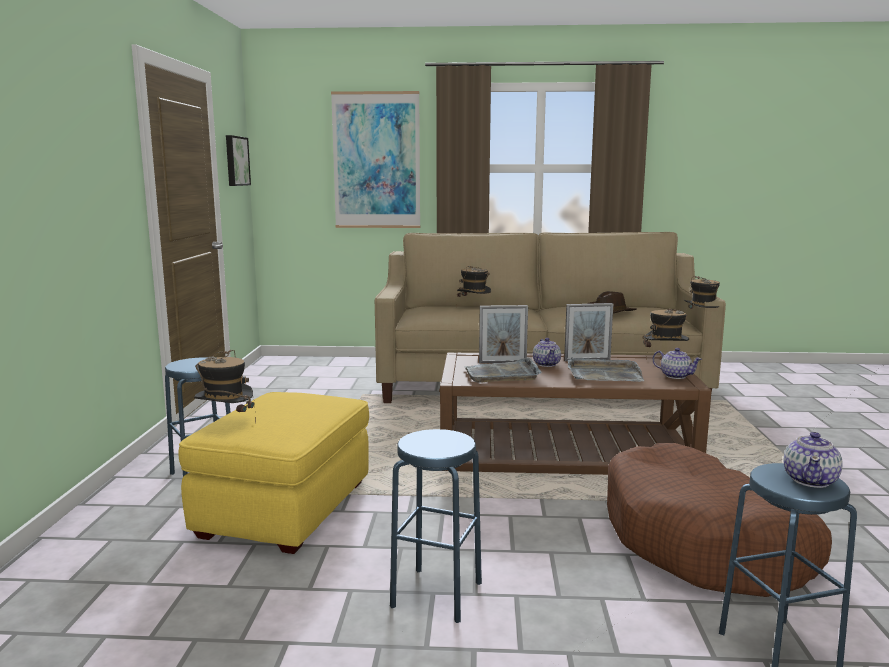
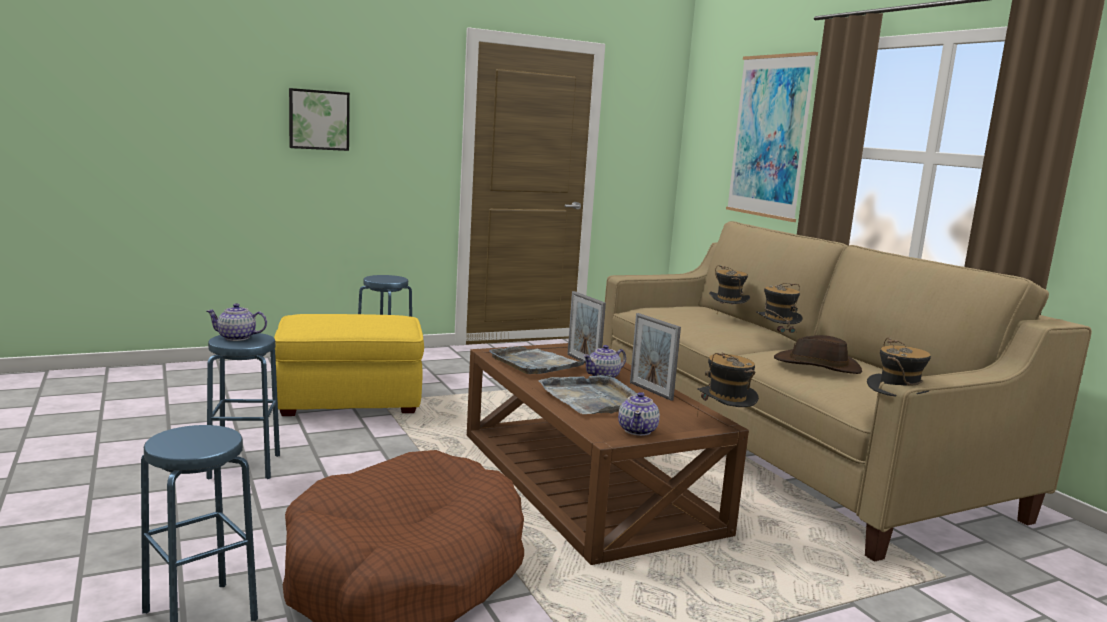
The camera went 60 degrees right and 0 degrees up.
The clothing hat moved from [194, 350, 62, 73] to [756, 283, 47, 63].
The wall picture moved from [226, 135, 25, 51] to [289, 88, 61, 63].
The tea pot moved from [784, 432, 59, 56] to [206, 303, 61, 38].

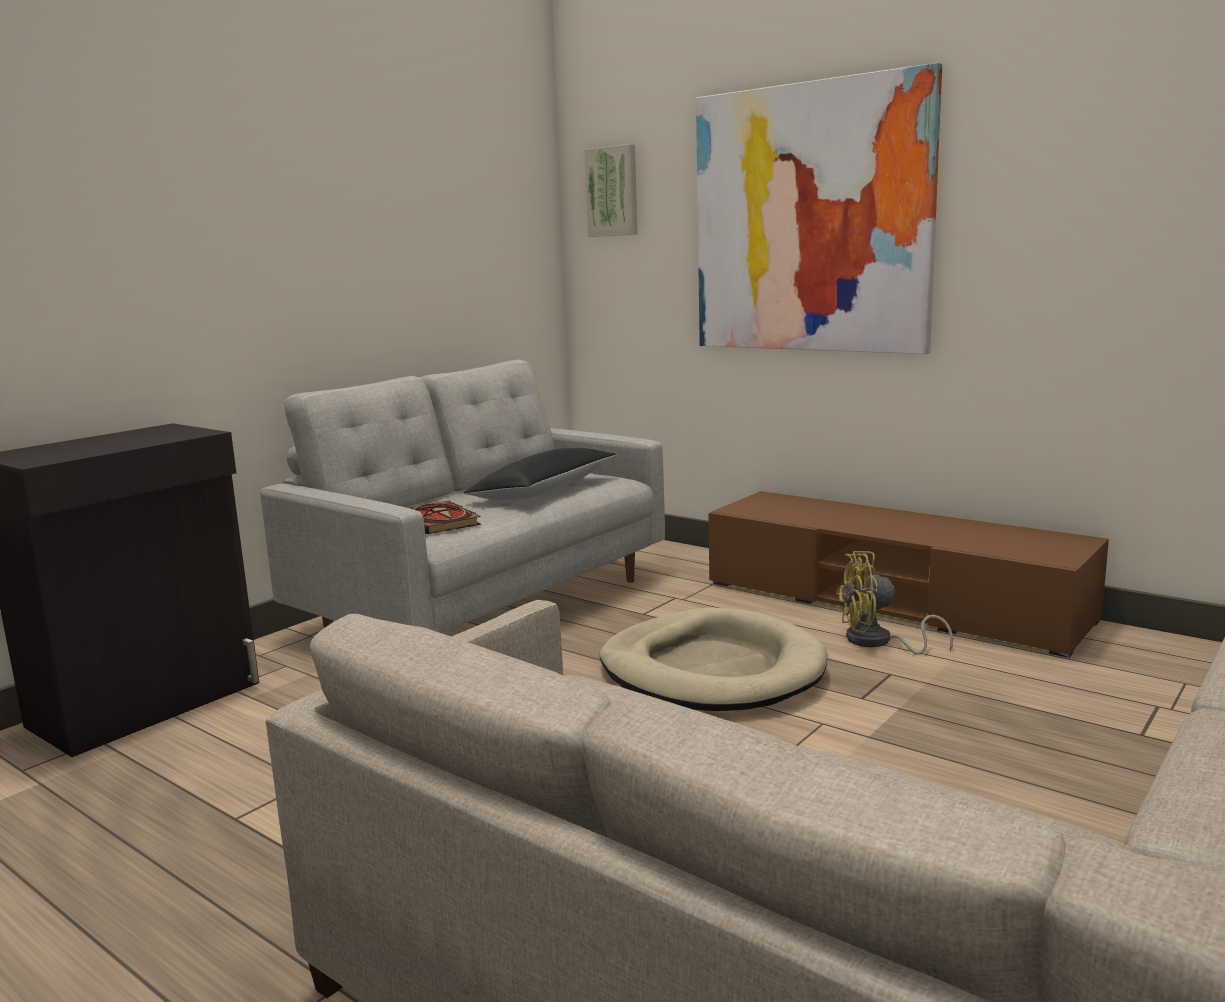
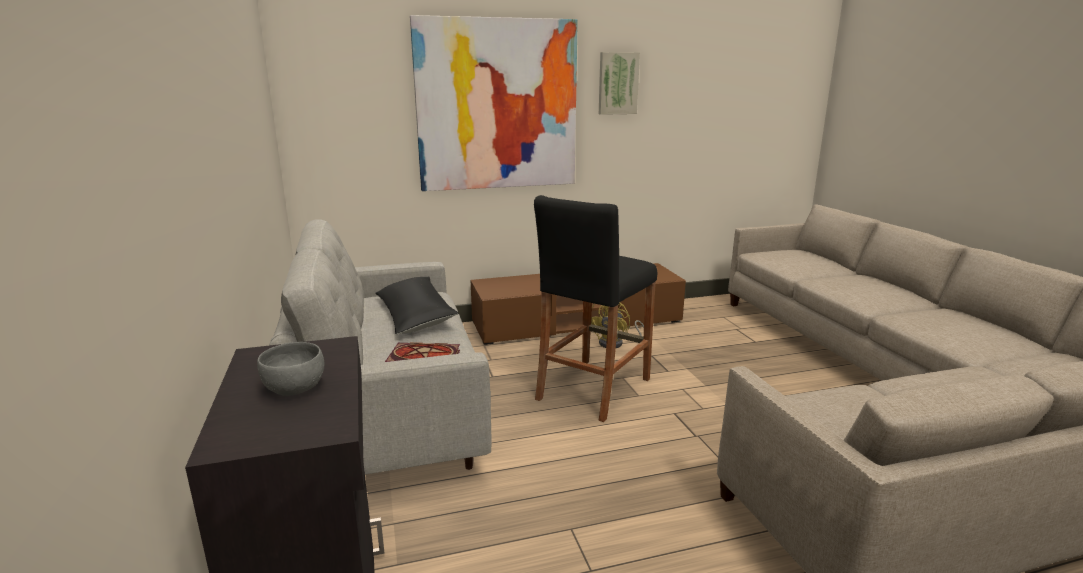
The camera went 55 degrees left and 5 degrees up.
The serving bowl in grey at [257, 342, 67, 54] appeared.
The wall picture moved from [584, 144, 54, 93] to [599, 52, 41, 63].
The dog cushion in beige-coloured at [600, 607, 228, 104] was replaced by the sitting stool in black-coloured at [534, 195, 123, 227].

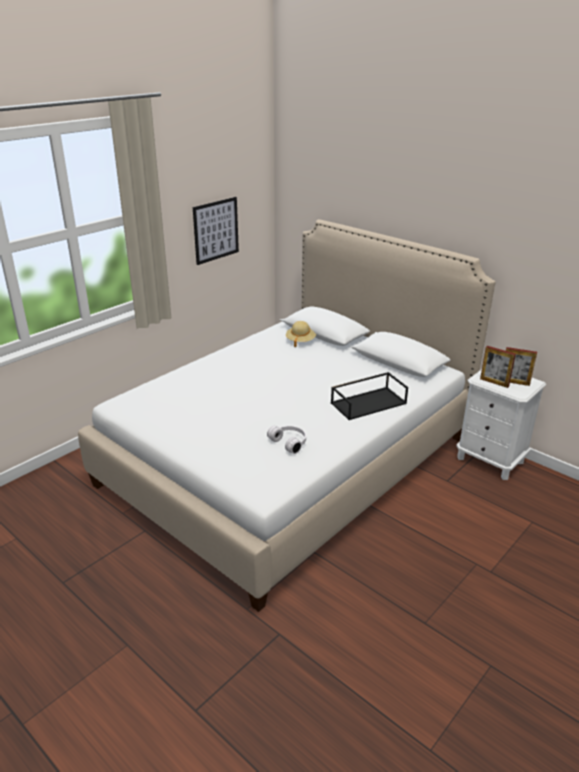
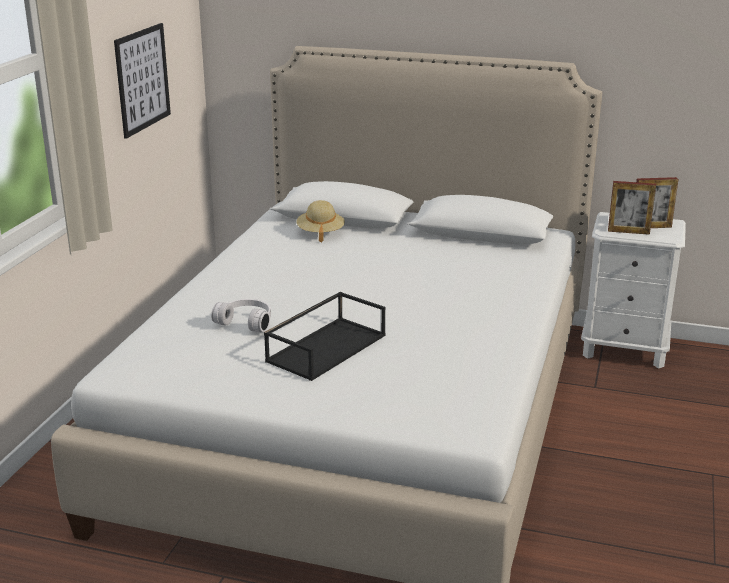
The camera went 25 degrees left and 5 degrees down.
The headset in whitish moved from [267, 426, 39, 28] to [211, 299, 60, 33].
The carrying tray in black-coloured moved from [331, 372, 77, 48] to [264, 292, 121, 89].

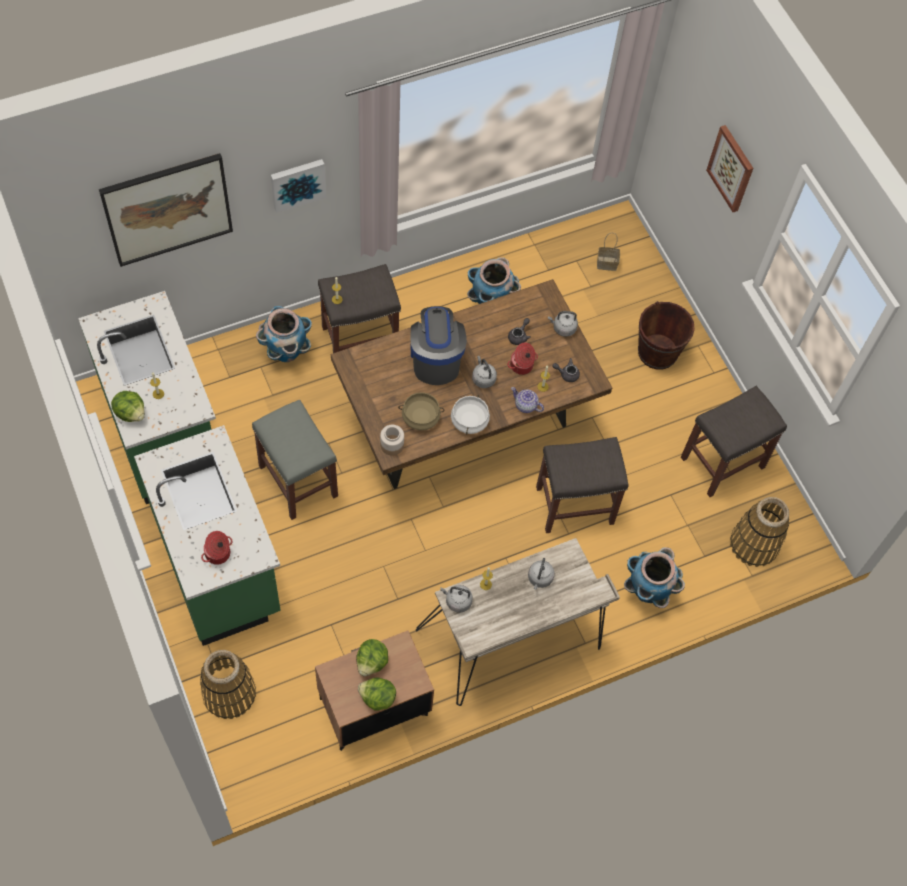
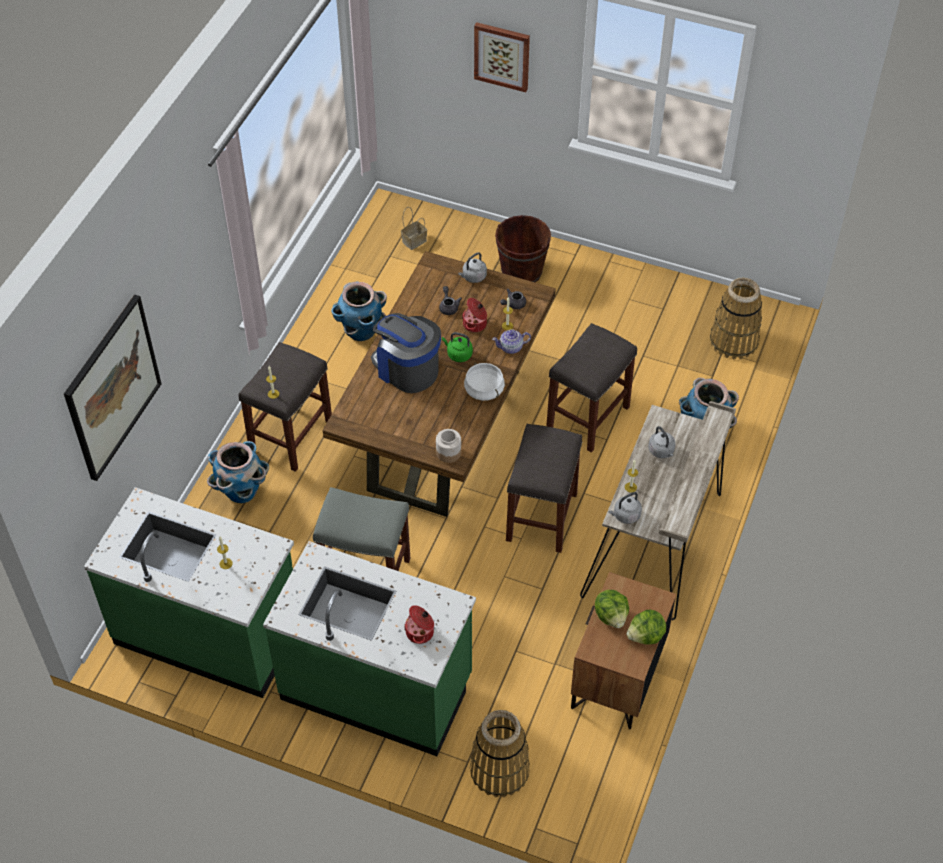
The camera went 40 degrees left and 10 degrees down.
The lettuce at [111, 391, 34, 31] disappeared.
The wall picture at [271, 159, 55, 54] disappeared.
The cooking pot in beige-coloured at [398, 392, 47, 39] disappeared.
The sitting stool in grey moved from [681, 386, 106, 111] to [506, 424, 77, 129].
The water kettle in grey at [472, 356, 25, 32] became the water kettle in green-coloured at [442, 332, 31, 30].

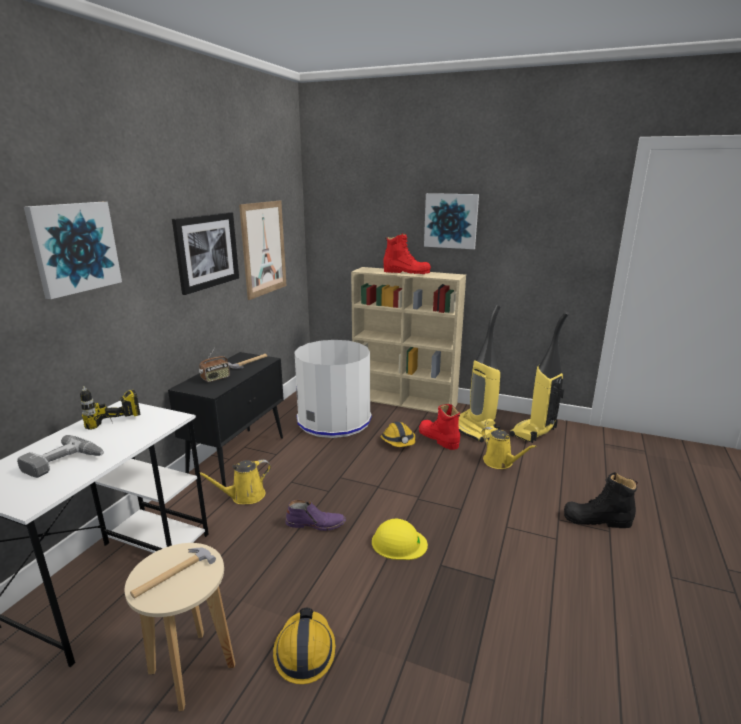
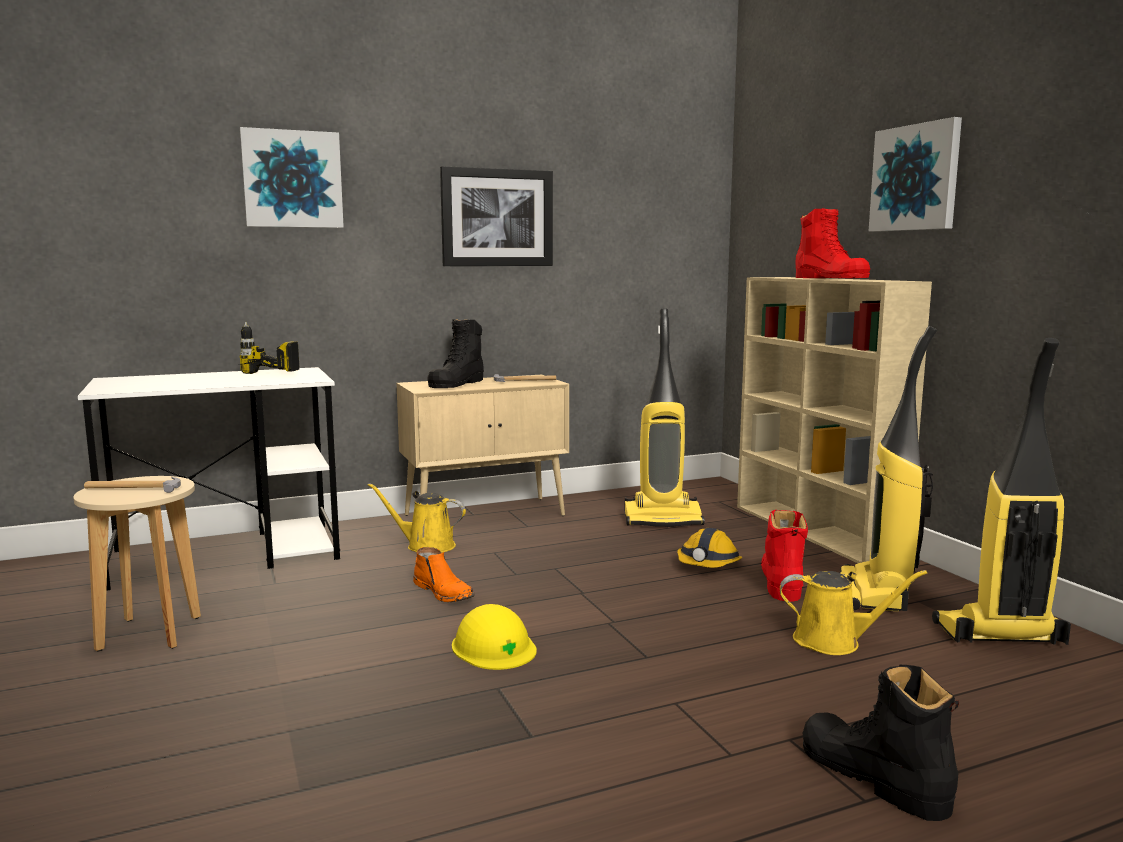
The camera went 45 degrees right and 10 degrees down.
The power drill at [17, 435, 87, 43] disappeared.
The wall picture at [239, 201, 48, 99] disappeared.
The safety helmet at [273, 608, 63, 76] disappeared.
The radio at [199, 348, 31, 34] was replaced by the boot in black-coloured at [427, 319, 57, 69].
The waste bin in whitish at [295, 340, 77, 98] was replaced by the vacuum cleaner at [625, 308, 80, 219].
The storage cabinet in black-coloured at [168, 352, 116, 135] became the storage cabinet in beige-coloured at [396, 375, 173, 141].
The boot in purplish at [285, 500, 61, 31] became the boot in orange-coloured at [413, 547, 62, 55].
The sprinkling can in yellow at [482, 427, 55, 42] turned 90 degrees counterclockwise.

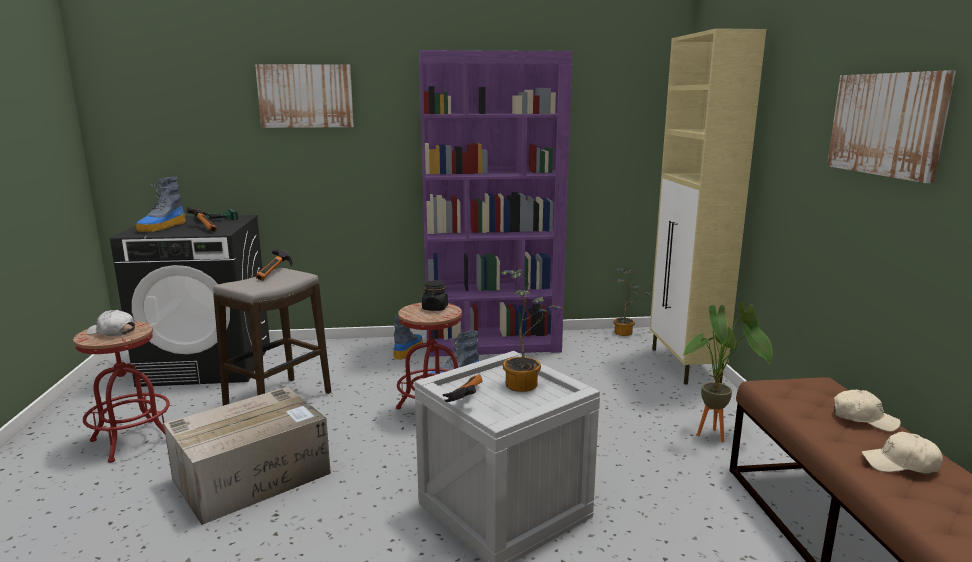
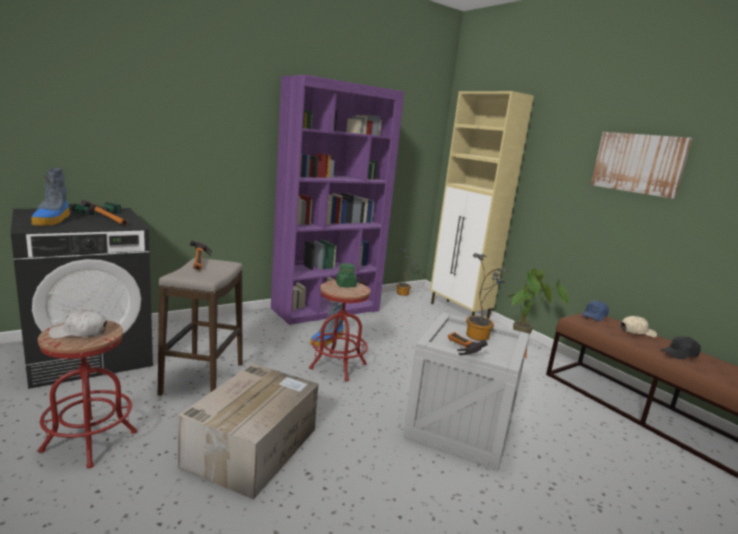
The camera went 30 degrees left and 0 degrees up.
The wall picture at [255, 64, 99, 64] disappeared.
The boot at [393, 314, 30, 46] disappeared.
The peaked cap in blue at [582, 301, 27, 20] appeared.
The storage jar in black-coloured at [422, 280, 26, 31] became the storage jar in green-coloured at [336, 263, 21, 24].
The peaked cap in beige-coloured at [862, 432, 81, 42] became the peaked cap in black-coloured at [661, 336, 40, 23].

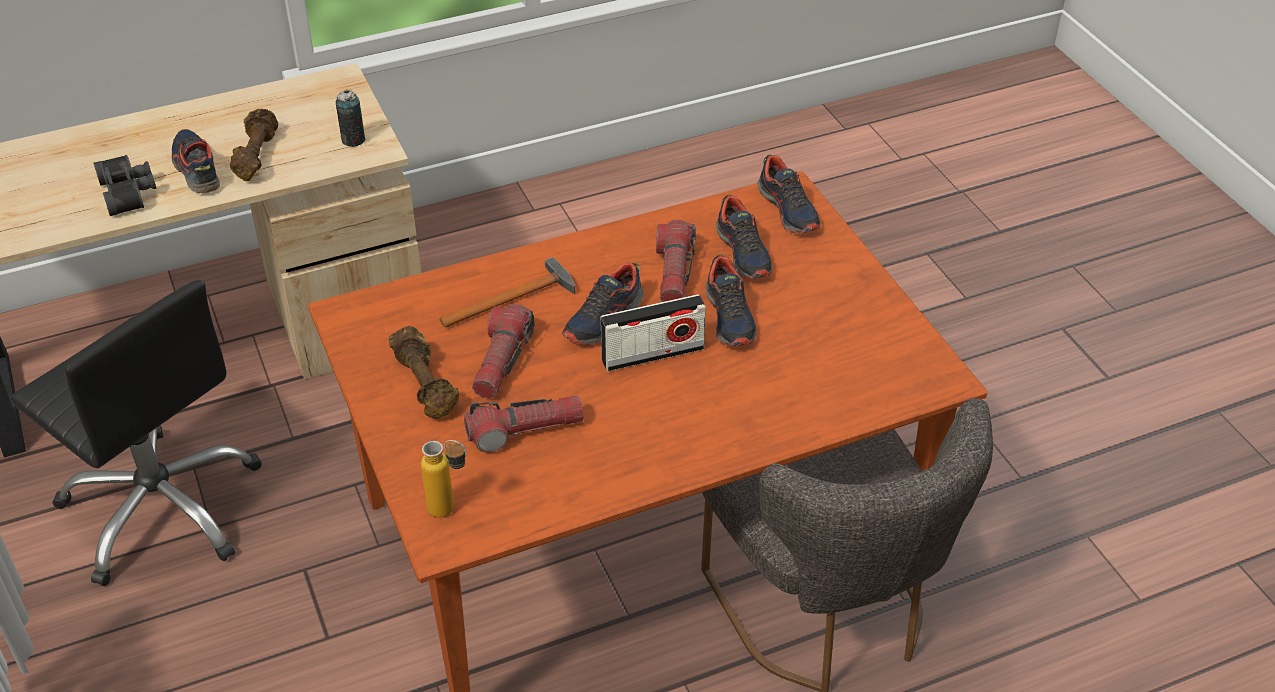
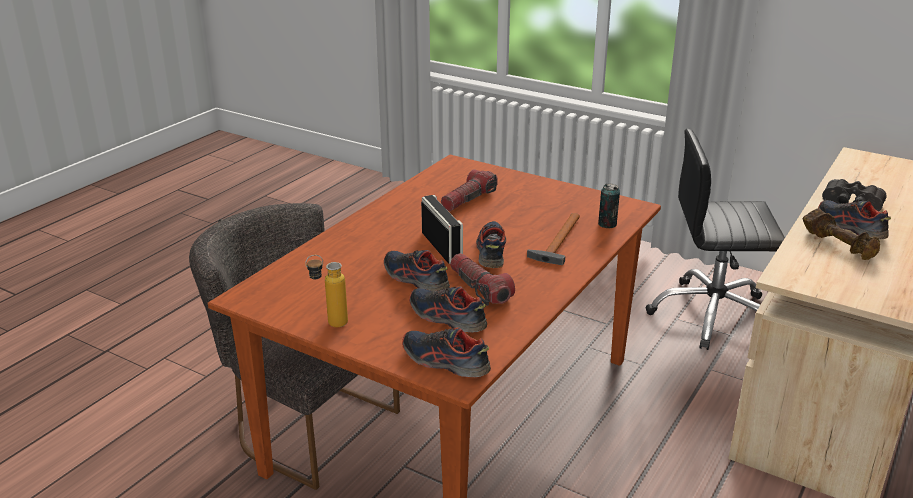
The camera went 145 degrees right and 15 degrees down.
The free weight in brown at [388, 326, 71, 93] disappeared.
The flashlight at [472, 304, 63, 94] disappeared.
The sealed can moved from [336, 90, 29, 57] to [598, 183, 22, 45].
The drink bottle moved from [421, 440, 46, 78] to [305, 255, 43, 73].
The low shoe at [172, 129, 48, 64] turned 150 degrees counterclockwise.
The radio at [601, 294, 105, 77] turned 120 degrees clockwise.

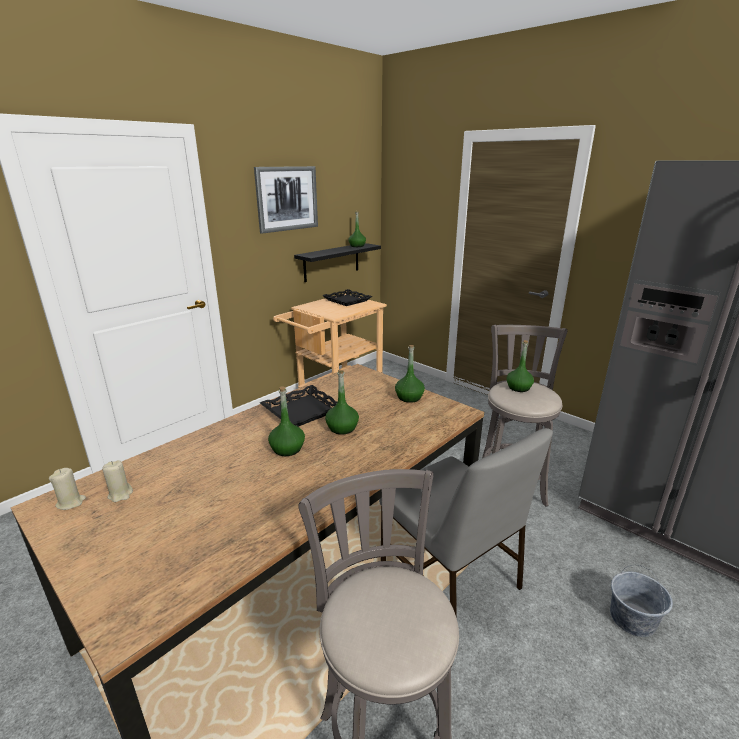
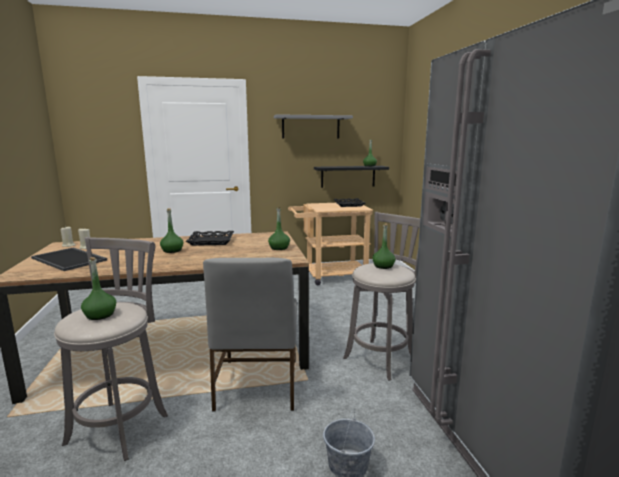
The camera went 35 degrees right and 10 degrees down.
The carrying tray at [31, 248, 76, 23] appeared.
The drink bottle in green-coloured moved from [325, 370, 34, 65] to [81, 257, 35, 63].
The wall picture at [254, 166, 64, 67] was replaced by the bracket shelf in grey at [274, 114, 79, 25].

